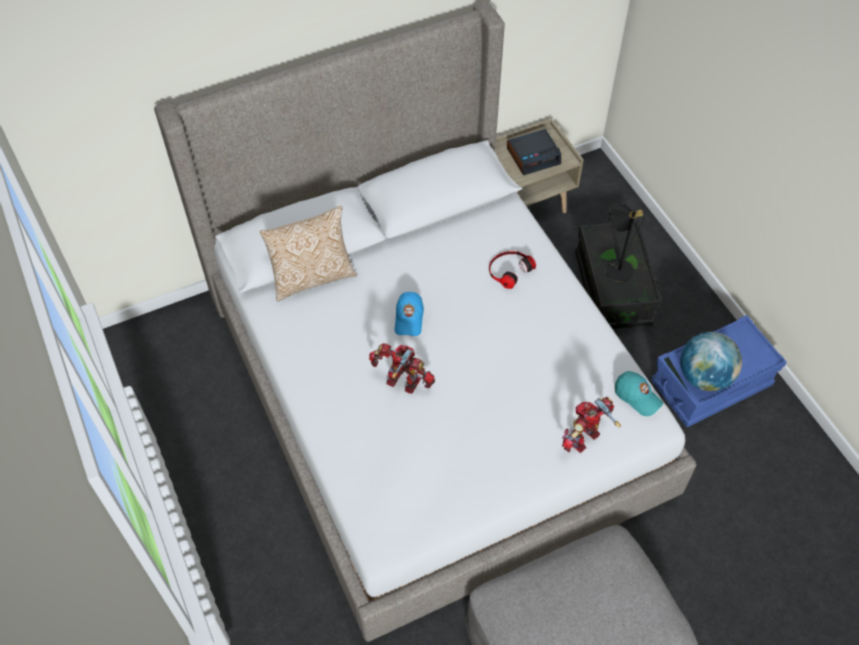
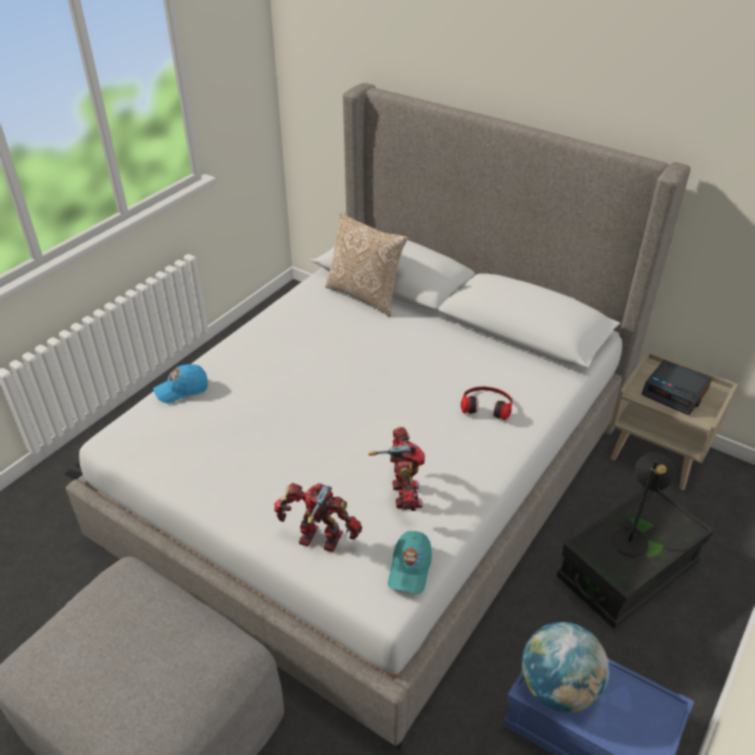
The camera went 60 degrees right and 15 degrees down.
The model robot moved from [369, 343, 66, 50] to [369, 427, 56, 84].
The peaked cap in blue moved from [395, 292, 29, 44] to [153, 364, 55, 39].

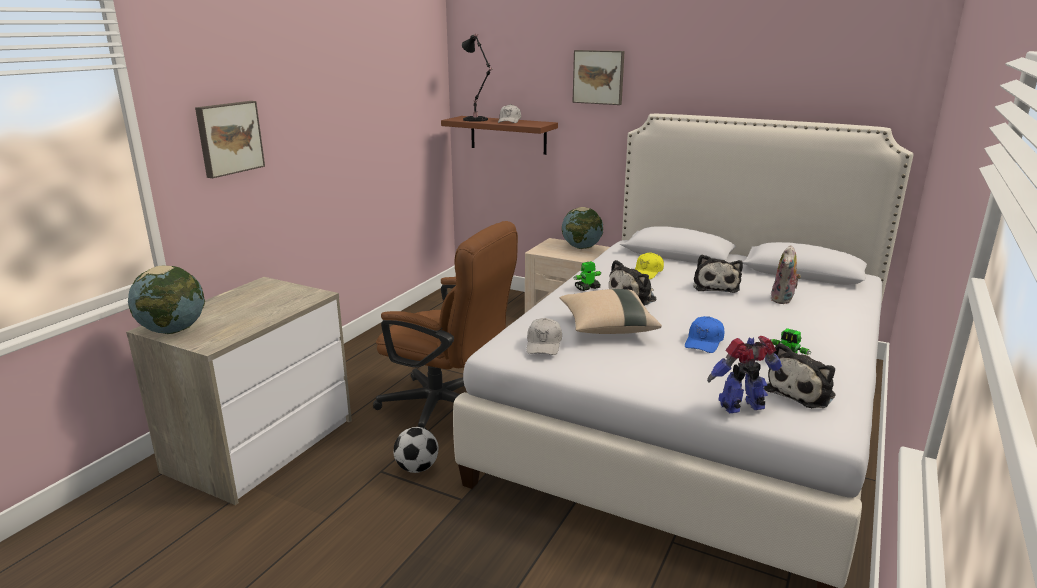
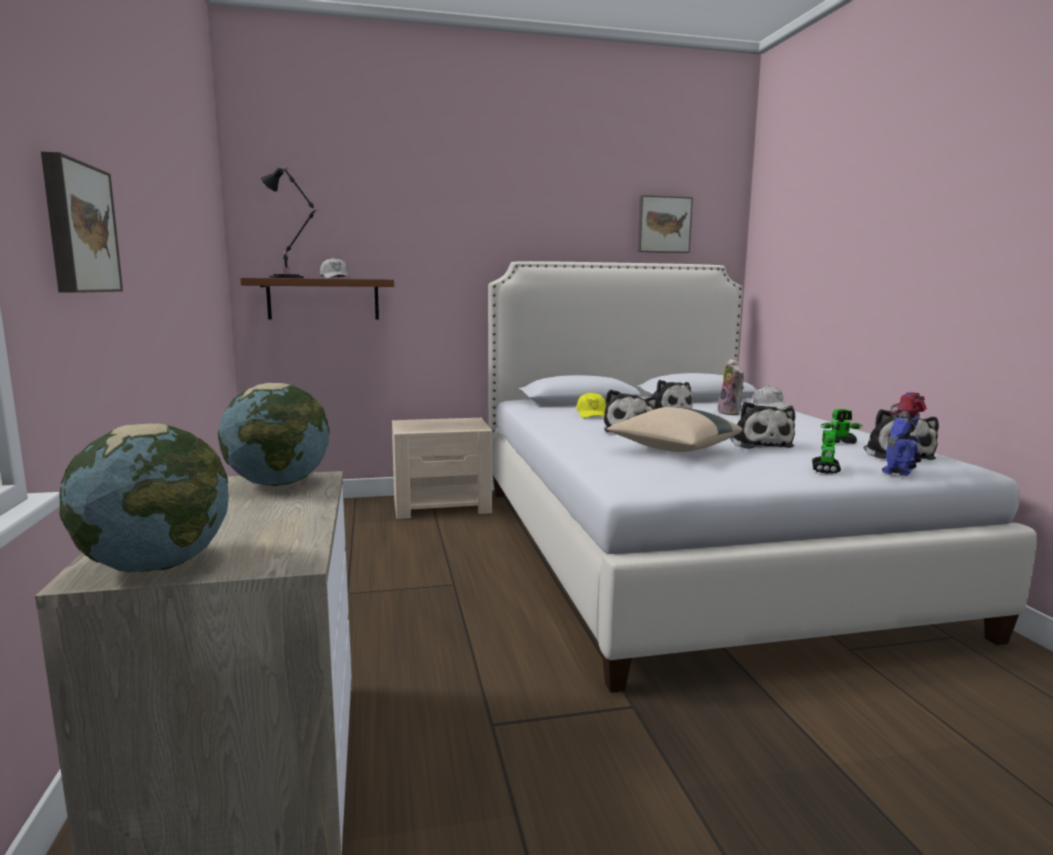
The camera went 40 degrees left and 10 degrees down.
The desk chair in brown at [373, 221, 145, 208] disappeared.
The ball for football at [393, 427, 46, 46] disappeared.
The peaked cap in whitish moved from [527, 318, 35, 37] to [753, 385, 40, 24].
The world globe moved from [562, 207, 41, 42] to [218, 383, 112, 104].
The wall picture moved from [572, 50, 53, 55] to [637, 195, 56, 58].
The model robot moved from [574, 261, 28, 30] to [812, 430, 29, 44].
The peaked cap in blue at [685, 316, 39, 37] was replaced by the cuddly toy at [730, 402, 65, 47].

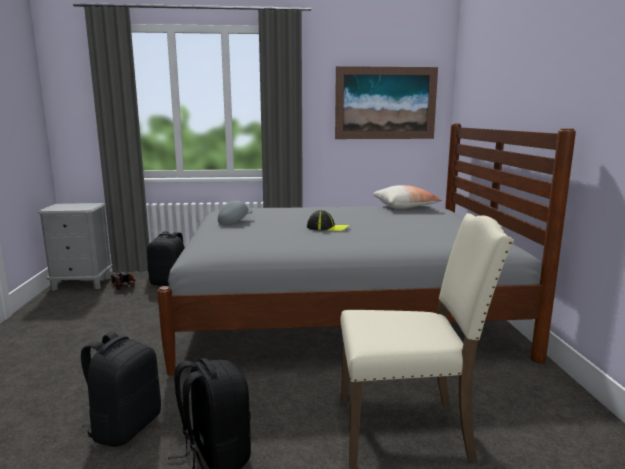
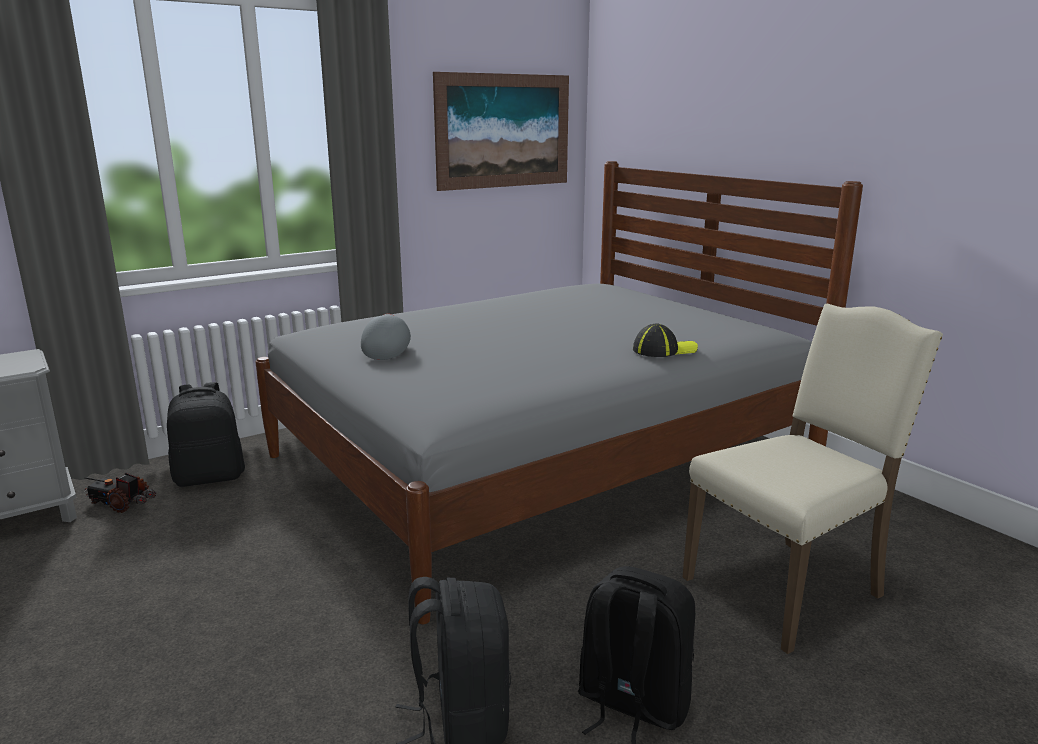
The camera went 30 degrees left and 5 degrees up.
The pillow at [373, 185, 69, 24] disappeared.
The peaked cap moved from [307, 210, 42, 21] to [633, 323, 65, 34].

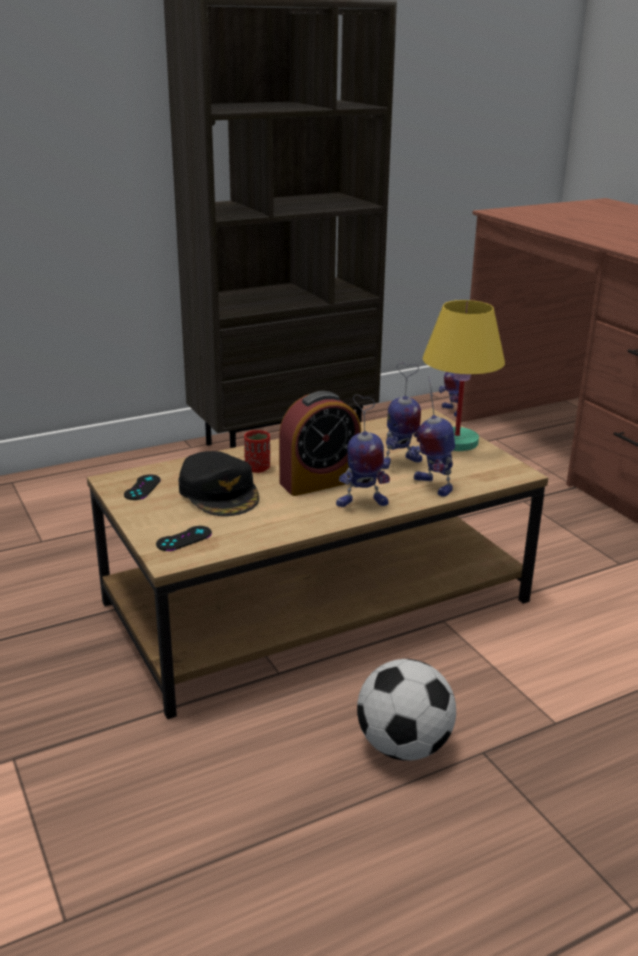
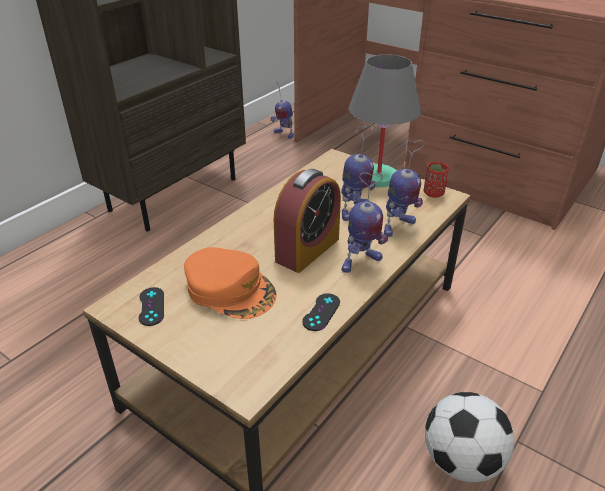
The camera went 25 degrees left and 10 degrees up.
The gamepad in black-coloured moved from [156, 526, 56, 25] to [302, 293, 38, 38].
The small cup in red-coloured moved from [244, 430, 26, 43] to [423, 162, 26, 36].
The peaked cap in black-coloured at [178, 451, 81, 65] became the peaked cap in orange-coloured at [184, 247, 93, 72].
The table lamp in yellow at [423, 300, 82, 151] became the table lamp in grey at [349, 54, 72, 133].
The model robot at [409, 376, 46, 121] turned 75 degrees counterclockwise.

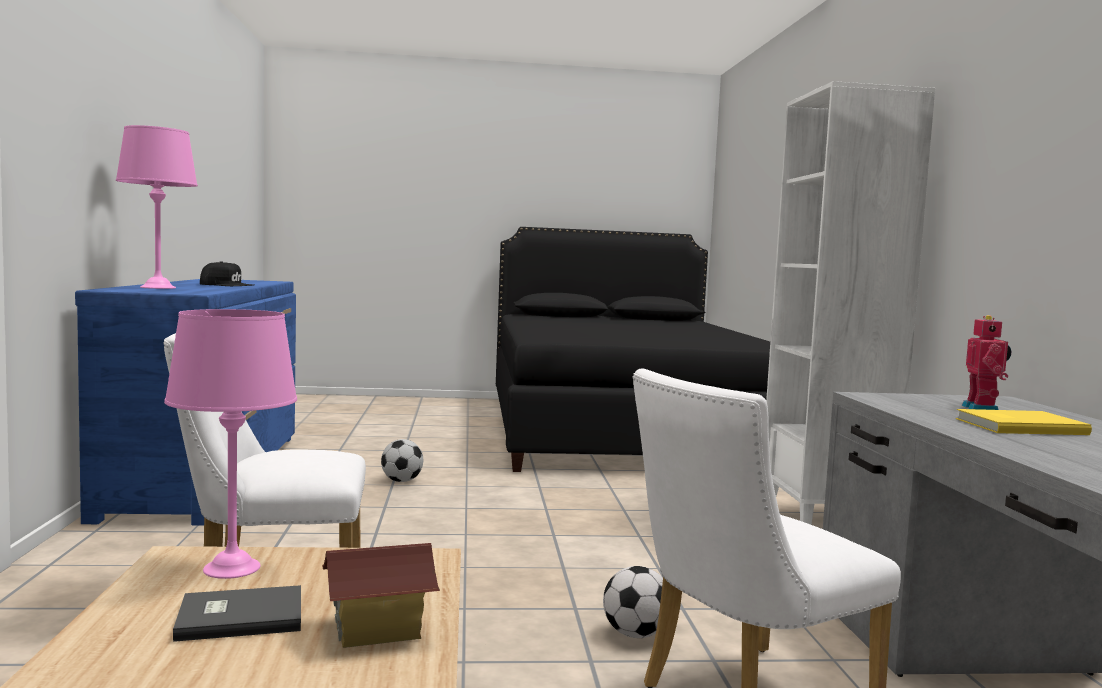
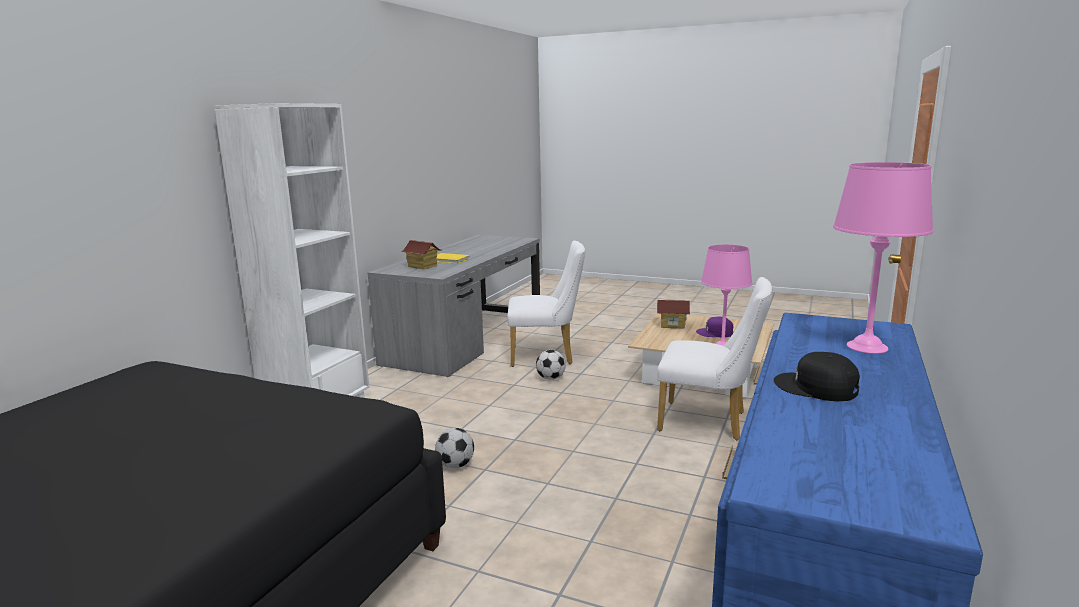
The camera went 150 degrees left and 10 degrees up.
The ball for football moved from [381, 439, 42, 43] to [435, 428, 39, 40].
The bound book in grey at [173, 585, 128, 57] was replaced by the peaked cap in purplish at [696, 317, 38, 20].
The model robot at [962, 315, 49, 95] was replaced by the toy house at [400, 240, 42, 30].

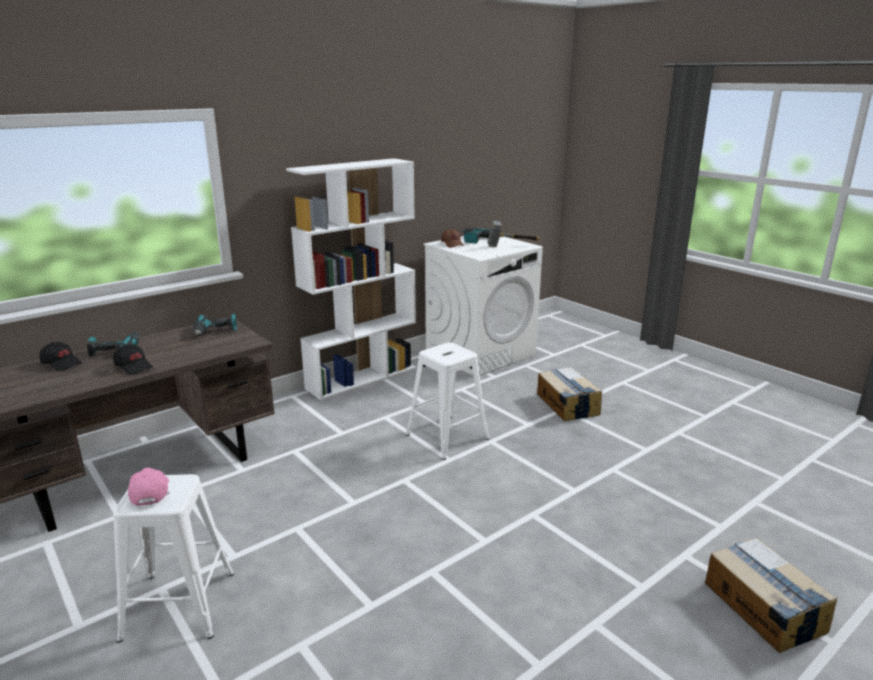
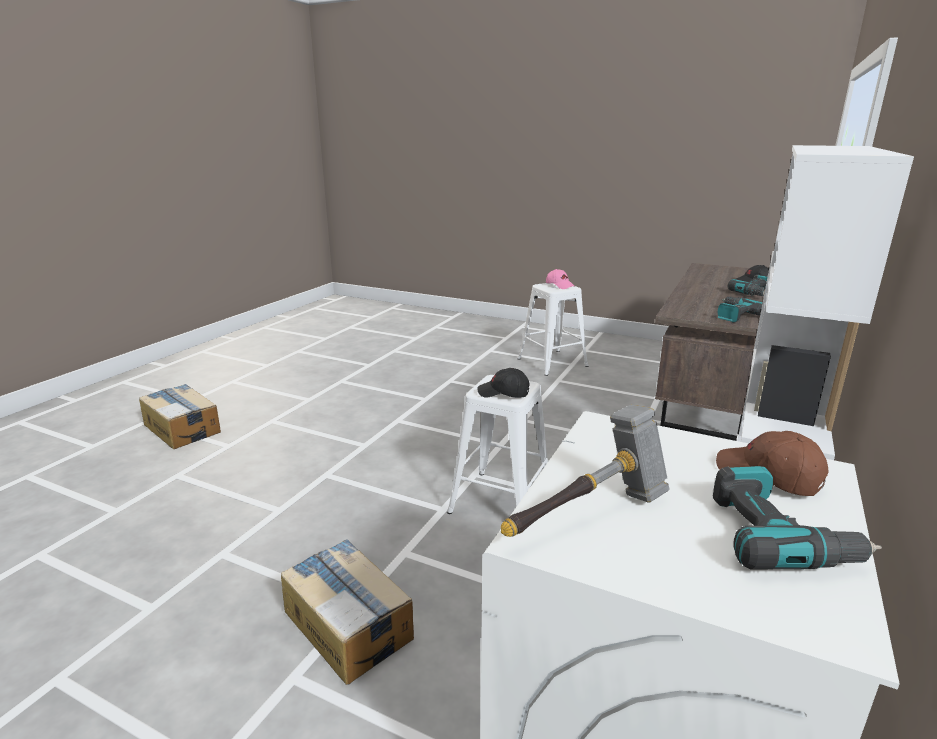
The camera went 155 degrees right and 0 degrees up.
The peaked cap in black-coloured moved from [113, 345, 40, 30] to [477, 368, 53, 30].

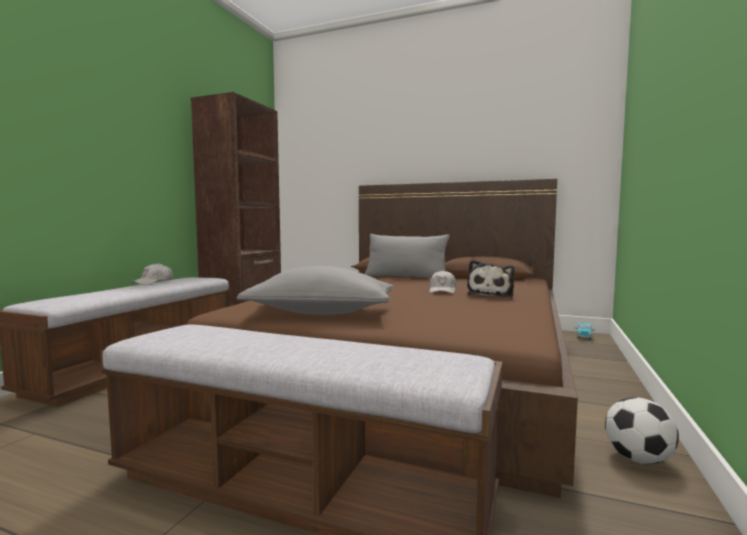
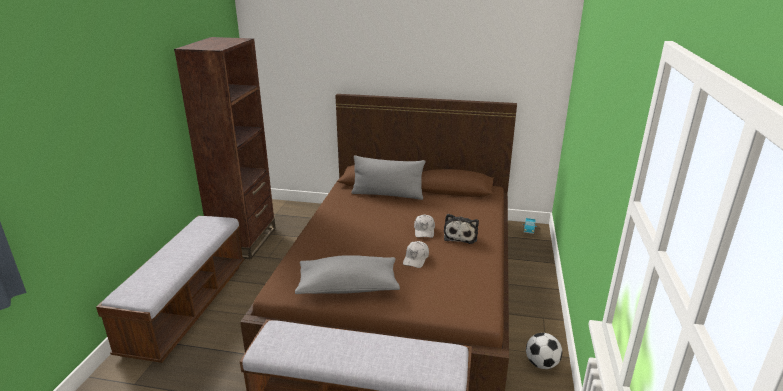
The camera went 10 degrees left and 20 degrees up.
The peaked cap in whitish moved from [131, 263, 42, 22] to [403, 241, 26, 27].

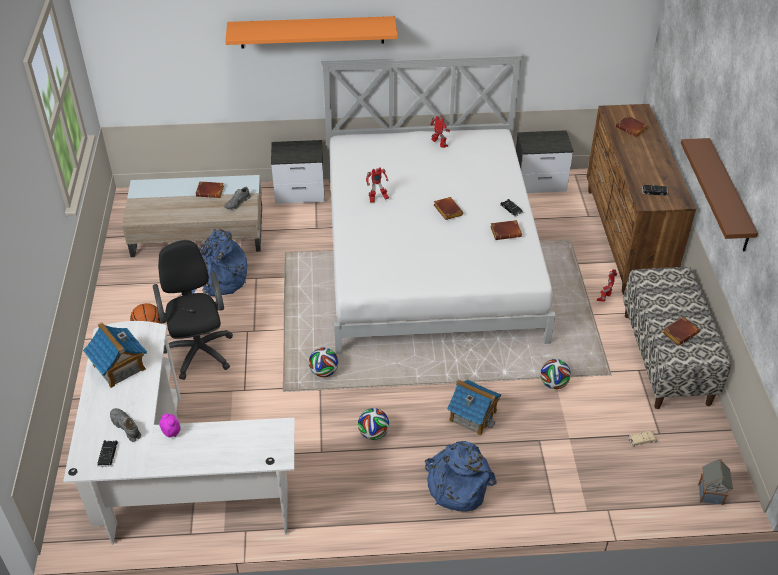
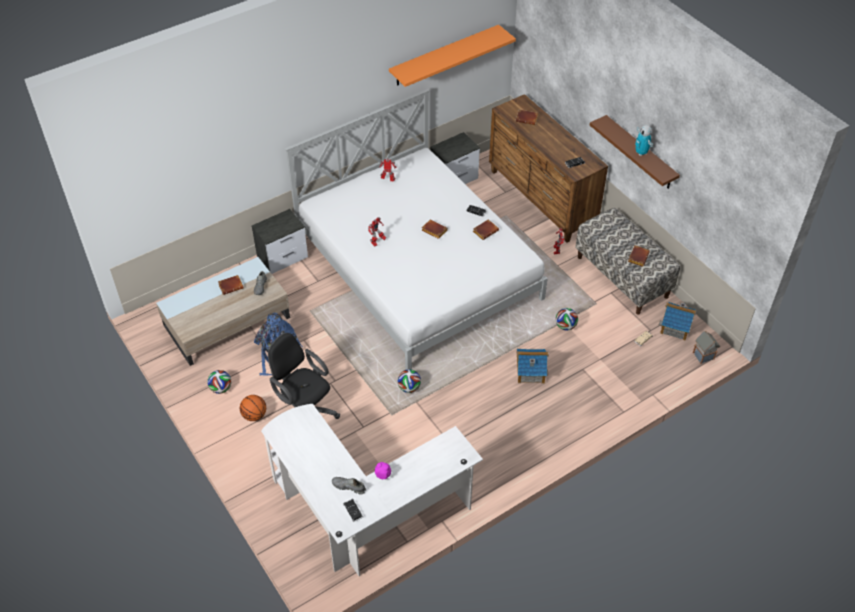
The camera went 30 degrees left and 5 degrees up.
The rucksack in blue at [425, 441, 72, 71] disappeared.
The model robot at [635, 125, 18, 31] appeared.
The toy house moved from [83, 322, 64, 66] to [659, 302, 37, 38].
The bracket shelf in orange-coloured moved from [225, 16, 173, 32] to [389, 25, 127, 62].
The ball for football moved from [358, 408, 31, 32] to [207, 370, 24, 24].

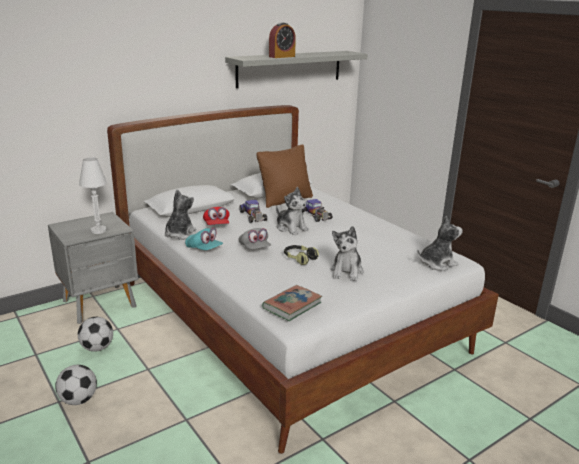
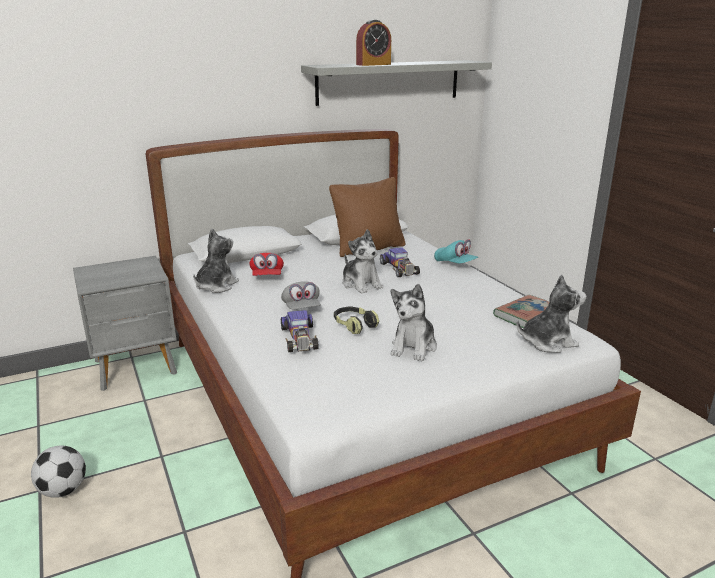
The camera went 10 degrees right and 0 degrees up.
The ball for football at [78, 317, 35, 35] disappeared.
The table lamp in whitish at [79, 157, 28, 77] disappeared.
The peaked cap in turquoise moved from [185, 228, 38, 22] to [434, 239, 44, 24].
The model car moved from [239, 200, 28, 23] to [281, 310, 38, 42].
The bound book moved from [262, 285, 60, 36] to [493, 295, 56, 33].

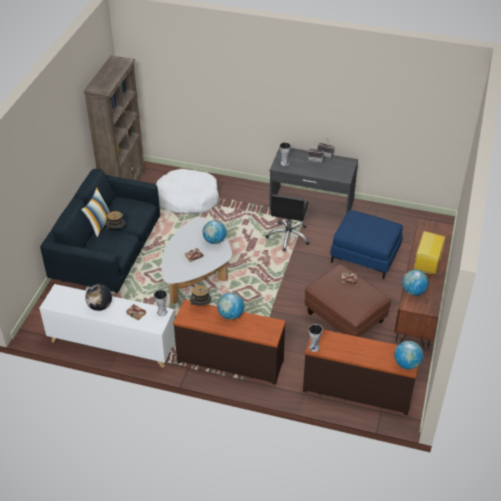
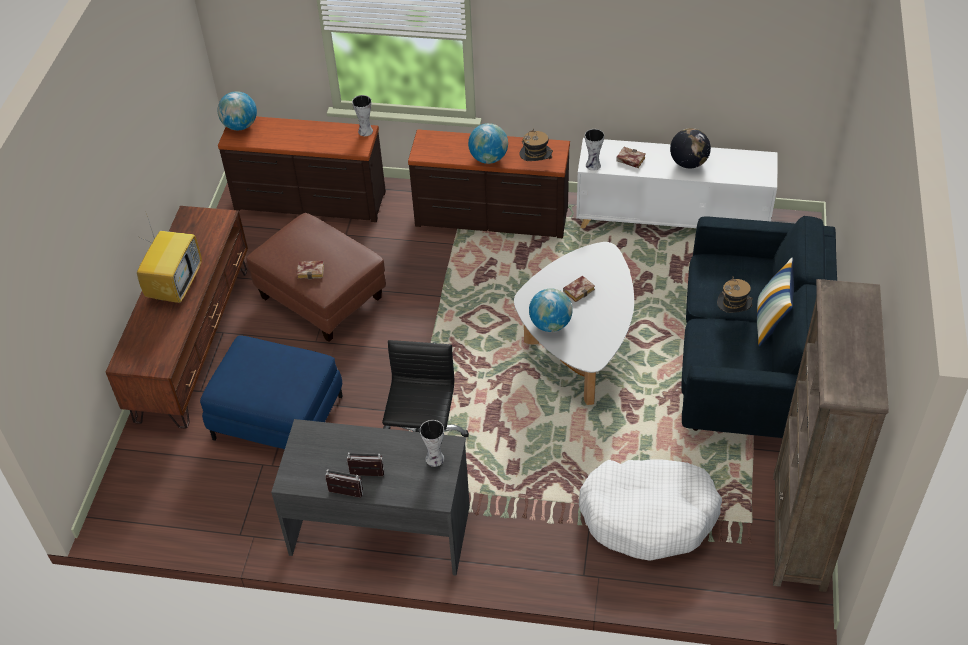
The camera went 175 degrees right and 5 degrees up.
The world globe at [402, 270, 27, 26] disappeared.

